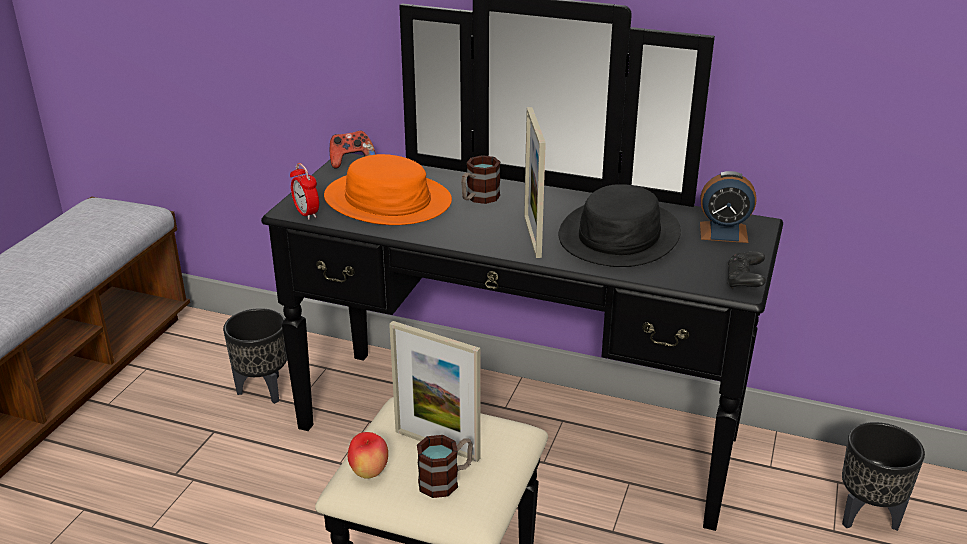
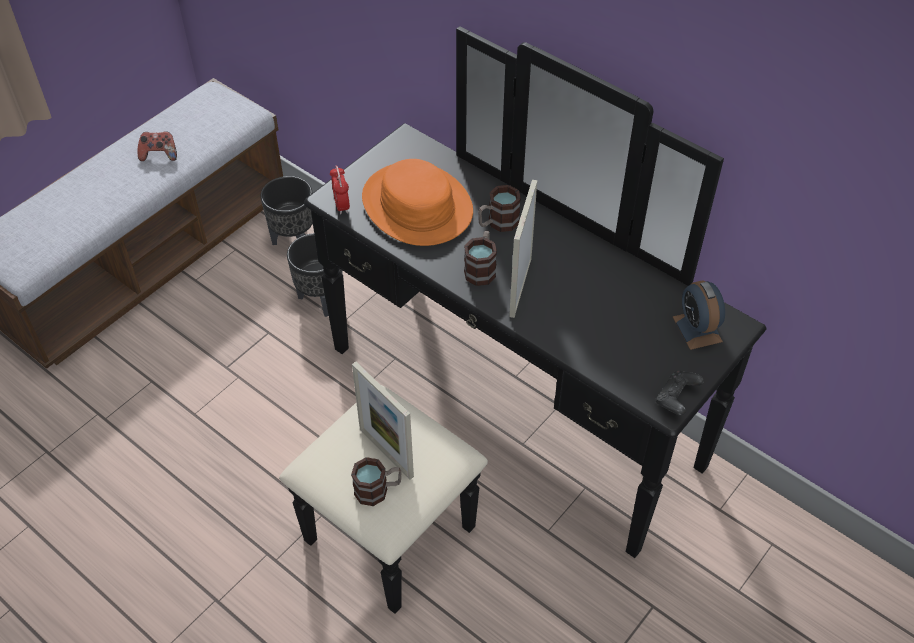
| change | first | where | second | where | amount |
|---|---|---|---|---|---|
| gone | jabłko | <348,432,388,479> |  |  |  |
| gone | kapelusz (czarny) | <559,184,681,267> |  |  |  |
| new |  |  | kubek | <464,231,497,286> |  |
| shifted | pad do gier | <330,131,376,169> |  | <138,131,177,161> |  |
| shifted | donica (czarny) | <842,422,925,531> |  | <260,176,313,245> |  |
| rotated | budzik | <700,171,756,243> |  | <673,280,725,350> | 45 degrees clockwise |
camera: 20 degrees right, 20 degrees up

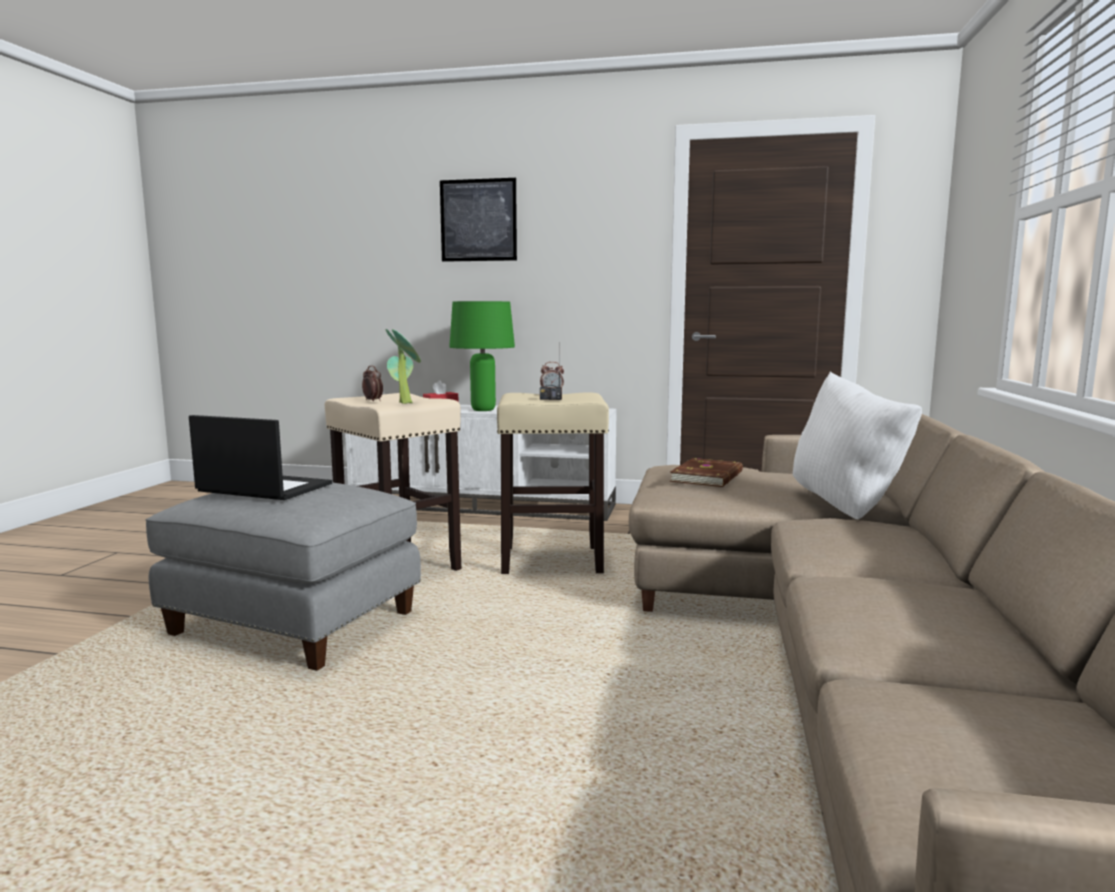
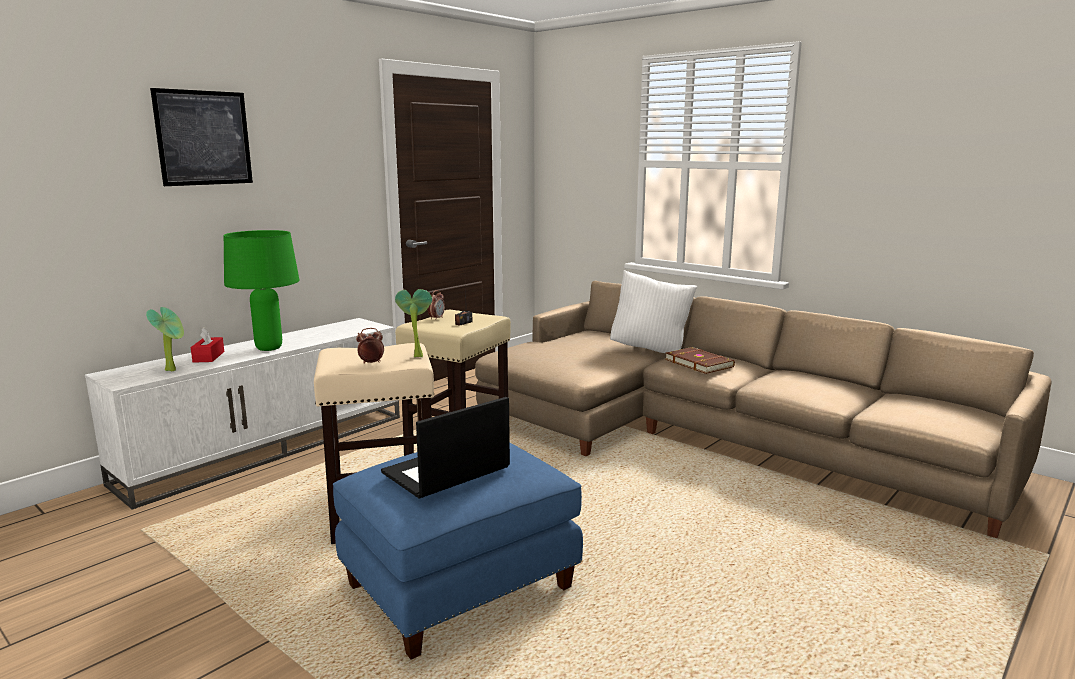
| change | first | where | second | where | amount |
|---|---|---|---|---|---|
| shifted | książka (brązowy) | <670,458,743,487> |  | <665,347,735,374> |  |
| repainted | pufa (szary) | <146,483,421,671> | pufa (niebieski) | <333,443,583,660> |  |
camera: 60 degrees left, 5 degrees up

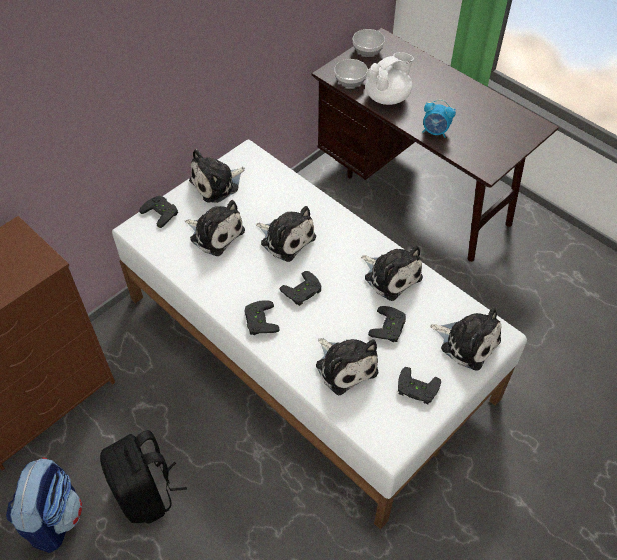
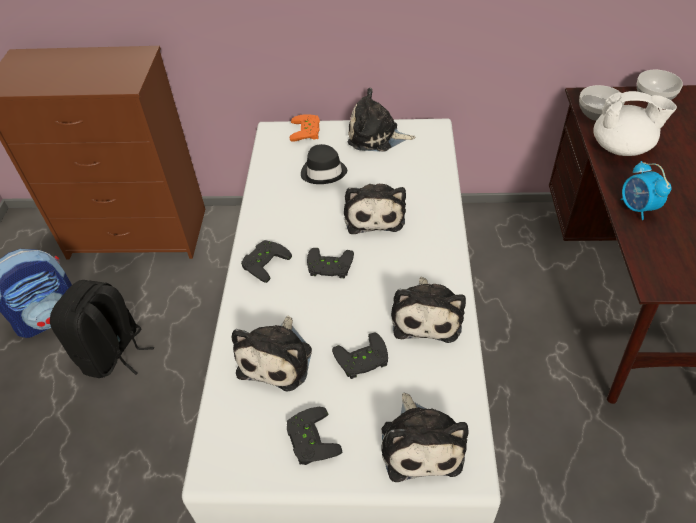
| change | first | where | second | where | amount |
|---|---|---|---|---|---|
| swapped | pluszak | <185,200,245,256> | kapelusz (czarny) | <301,144,347,184> |  |
| repainted | pad do gier (czarny) | <139,196,178,228> | pad do gier (pomarańczowy) | <290,114,320,142> |  |
camera: 50 degrees right, 5 degrees down

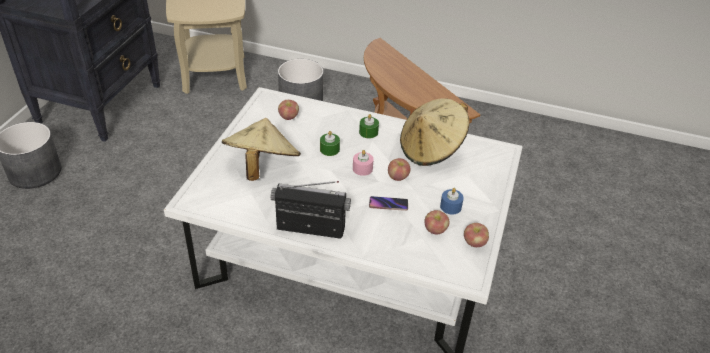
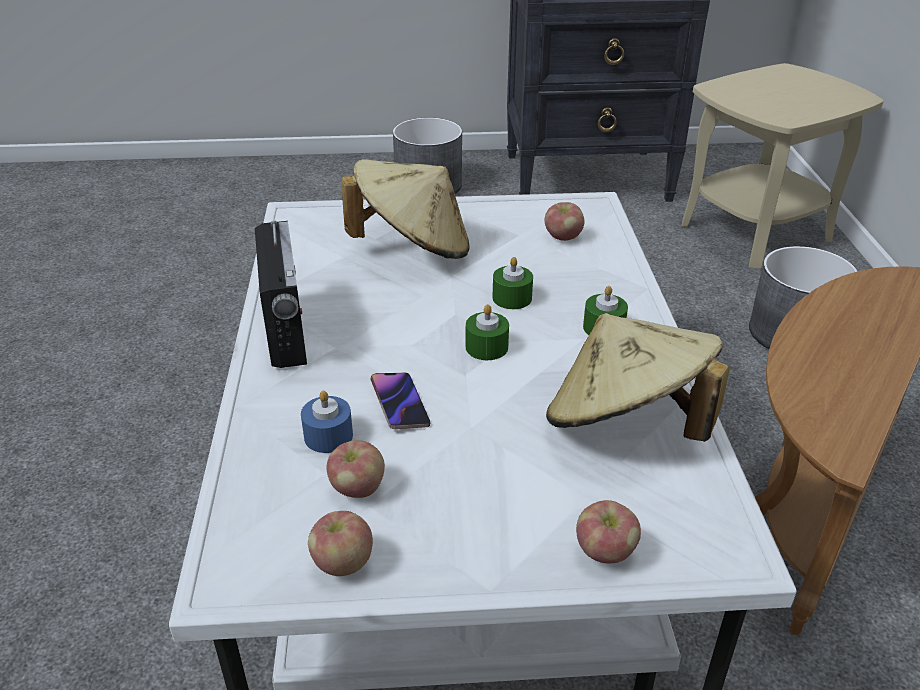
| change | first | where | second | where | amount |
|---|---|---|---|---|---|
| shifted | jabłko | <388,158,410,181> |  | <576,500,641,564> |  |
| shifted | świeca (niebieski) | <440,188,464,214> |  | <301,391,353,453> |  |
| repainted | świeca (różowy) | <353,150,374,176> | świeca (zielony) | <466,304,509,360> |  |
camera: 70 degrees right, 5 degrees down

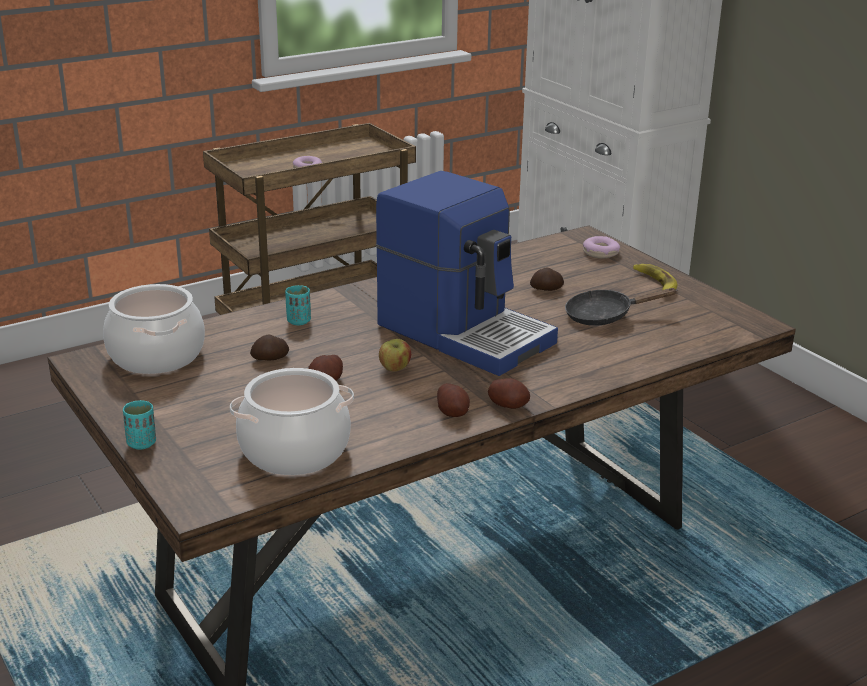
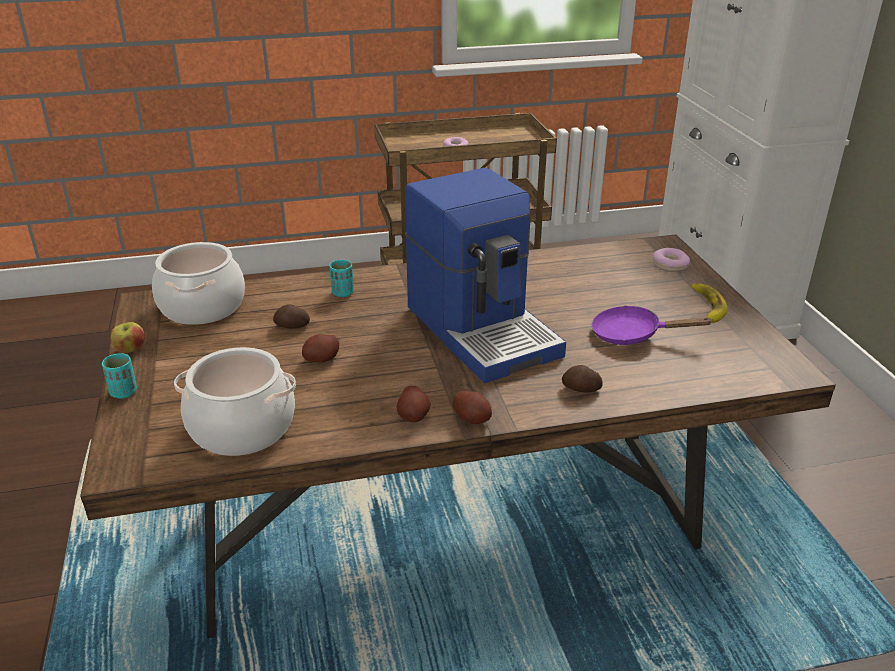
| change | first | where | second | where | amount |
|---|---|---|---|---|---|
| shifted | jabłko | <379,339,411,372> |  | <110,322,145,353> |  |
| shifted | ziemniak | <530,268,564,291> |  | <562,365,603,392> |  |
| repainted | patelnia (czarny) | <565,288,677,326> | patelnia (fioletowy) | <591,305,712,345> |  |
camera: 20 degrees right, 5 degrees up

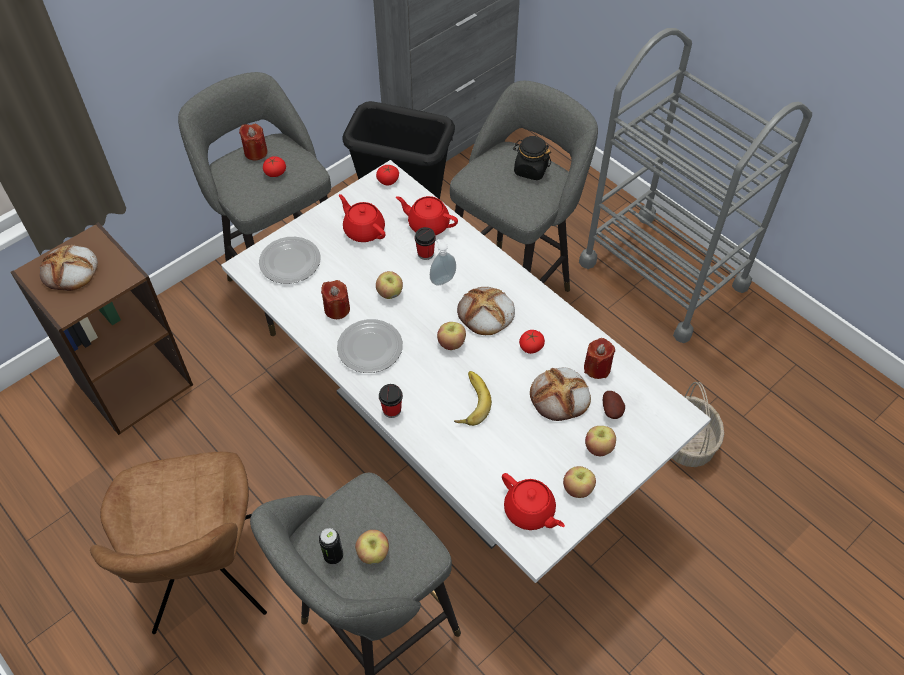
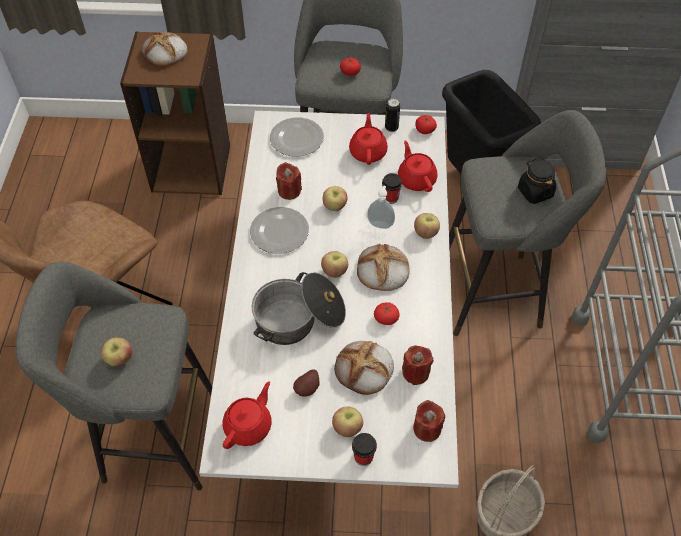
| change | first | where | second | where | amount |
|---|---|---|---|---|---|
| shifted | świeca (czerwony) | <239,124,268,160> |  | <413,400,445,442> |  |
| shifted | puszka | <319,528,343,564> |  | <385,99,400,132> |  |
| shifted | filiżanka | <379,384,403,418> |  | <352,433,377,466> |  |
| shifted | jabłko | <563,466,596,498> |  | <414,213,440,239> |  |
| shifted | ziemniak | <603,391,625,419> |  | <293,369,320,397> |  |
| swapped | banan | <454,371,492,426> | garnek | <252,272,346,345> |  |
| rotated | imbryk (czerwony) | <502,473,565,530> |  | <223,381,272,449> | 150 degrees counterclockwise |
camera: 45 degrees right, 0 degrees up

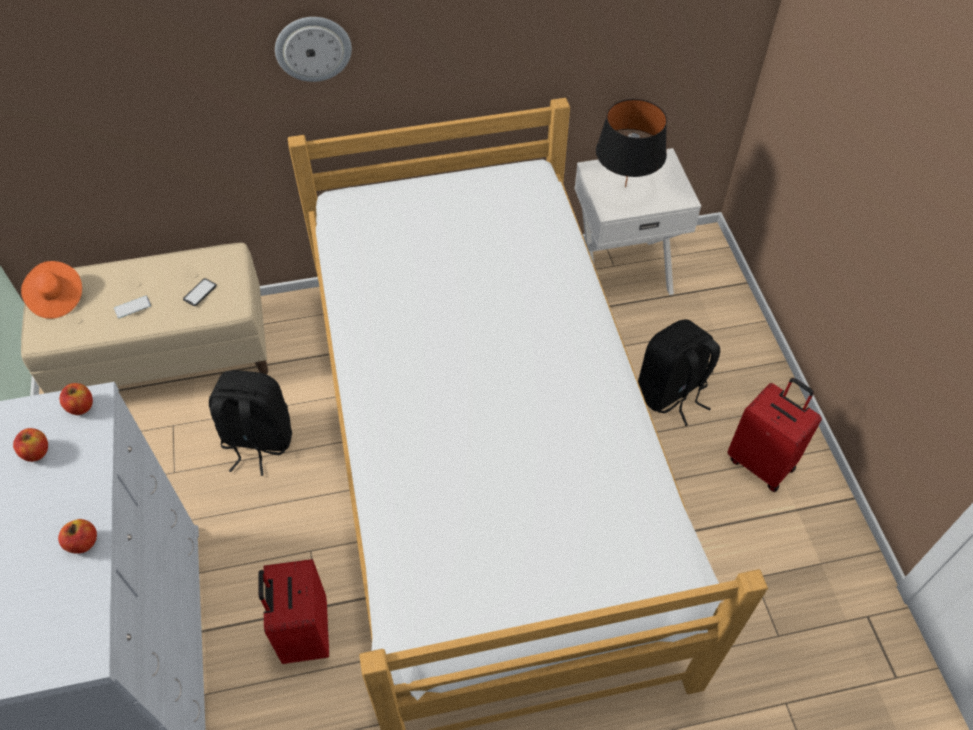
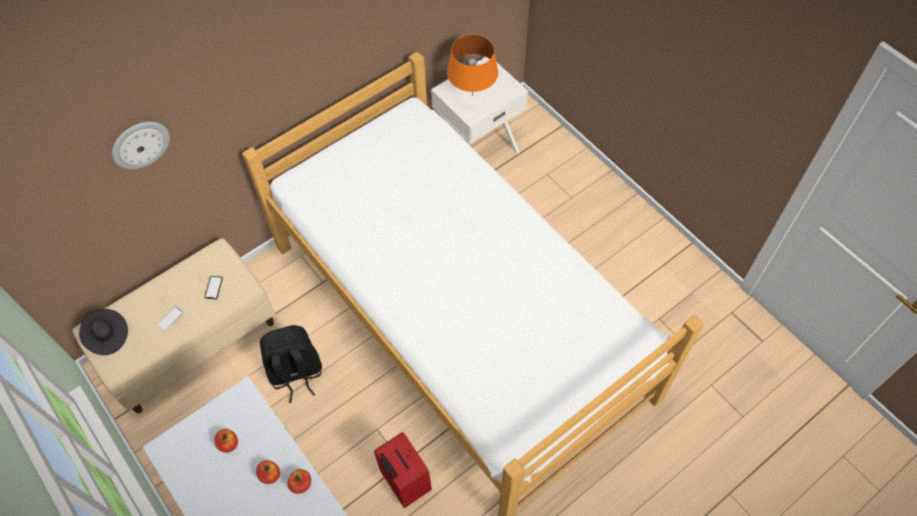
| change | first | where | second | where | amount |
|---|---|---|---|---|---|
| gone | plecak (czarny) | <638,319,720,426> |  |  |  |
| gone | walizka (czerwony) | <727,378,822,492> |  |  |  |
| shifted | jabłko | <60,383,93,415> |  | <256,460,280,484> |  |
| shifted | zegar ścienny | <275,17,352,82> |  | <112,122,170,169> |  |
| repainted | kapelusz (pomarańczowy) | <21,261,82,319> | kapelusz (czarny) | <79,309,128,355> |  |
| repainted | lampa stołowa (czarny) | <596,99,667,187> | lampa stołowa (pomarańczowy) | <447,34,498,96> |  |
camera: 25 degrees left, 5 degrees up

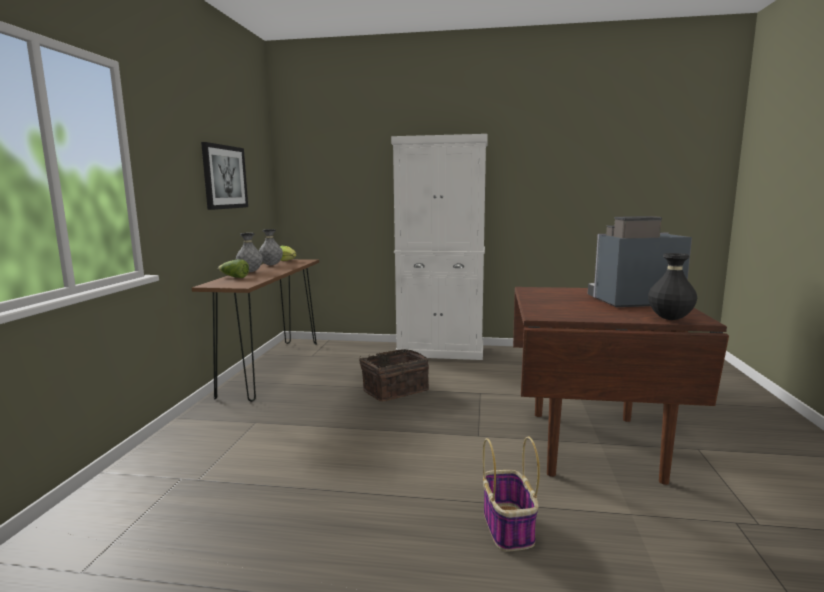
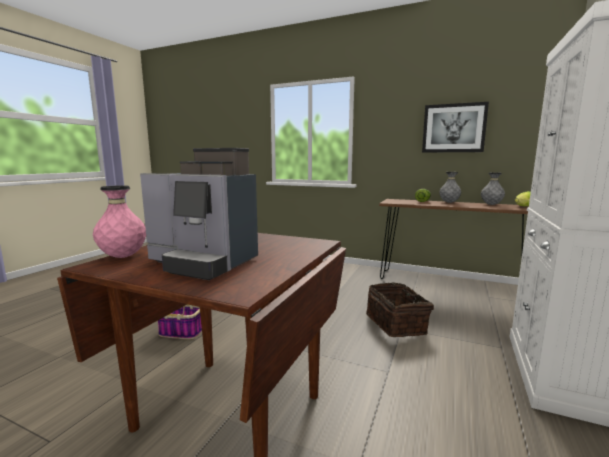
| change | first | where | second | where | amount |
|---|---|---|---|---|---|
| repainted | wazon (czarny) | <648,253,697,320> | wazon (różowy) | <93,185,146,258> |  |
| rotated | ekspres do kawy | <588,216,692,307> |  | <140,148,258,280> | 105 degrees clockwise |
camera: 105 degrees right, 0 degrees up

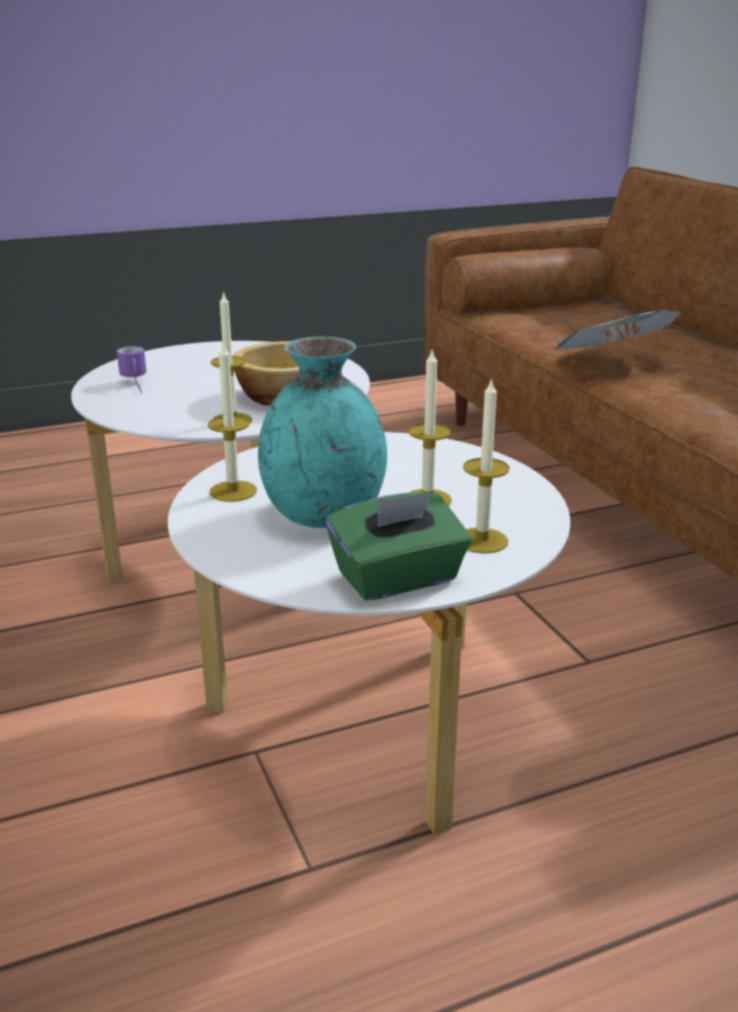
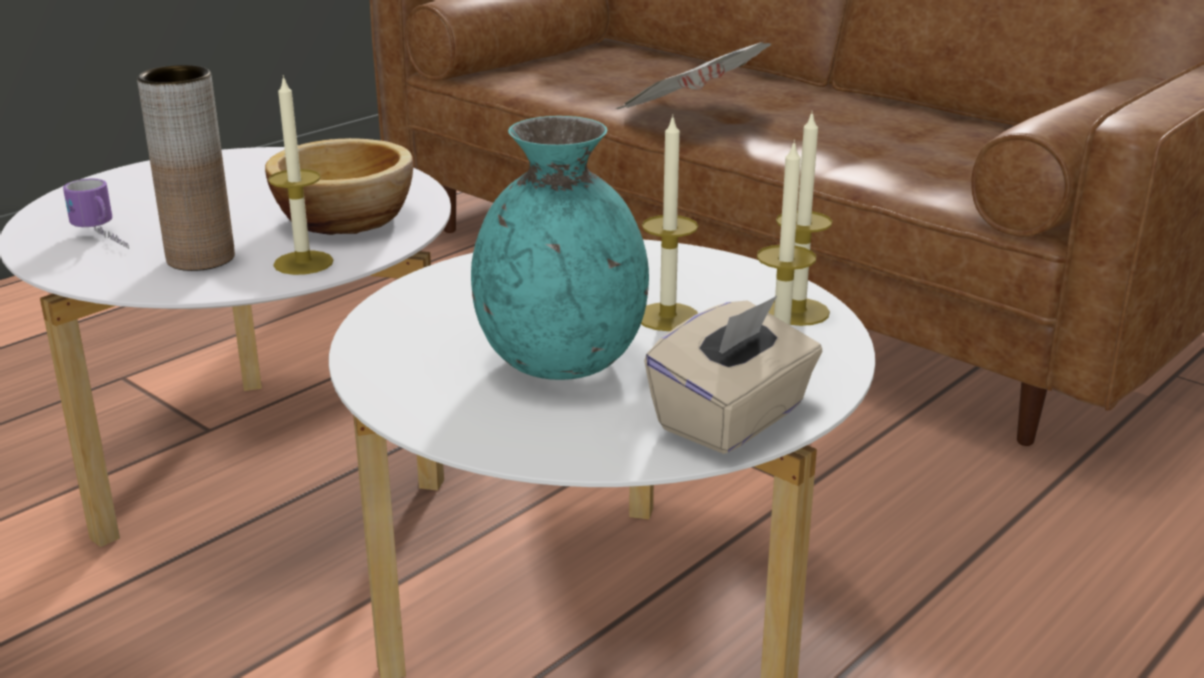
| change | first | where | second | where | amount |
|---|---|---|---|---|---|
| new |  |  | wazon (brązowy) | <137,65,235,271> |  |
| shifted | świeca | <208,342,257,502> |  | <768,110,832,326> |  |
| repainted | pudełko chusteczek (zielony) | <326,492,471,601> | pudełko chusteczek (beżowy) | <644,296,822,454> |  |
camera: 25 degrees left, 0 degrees up

